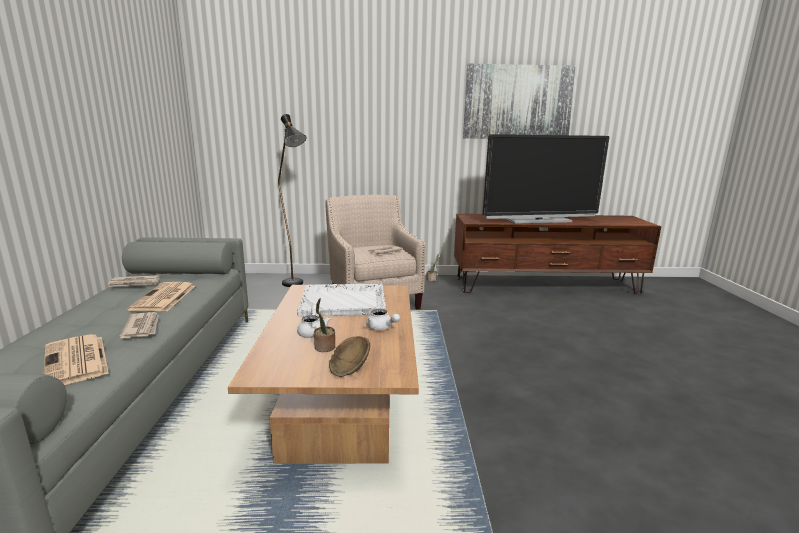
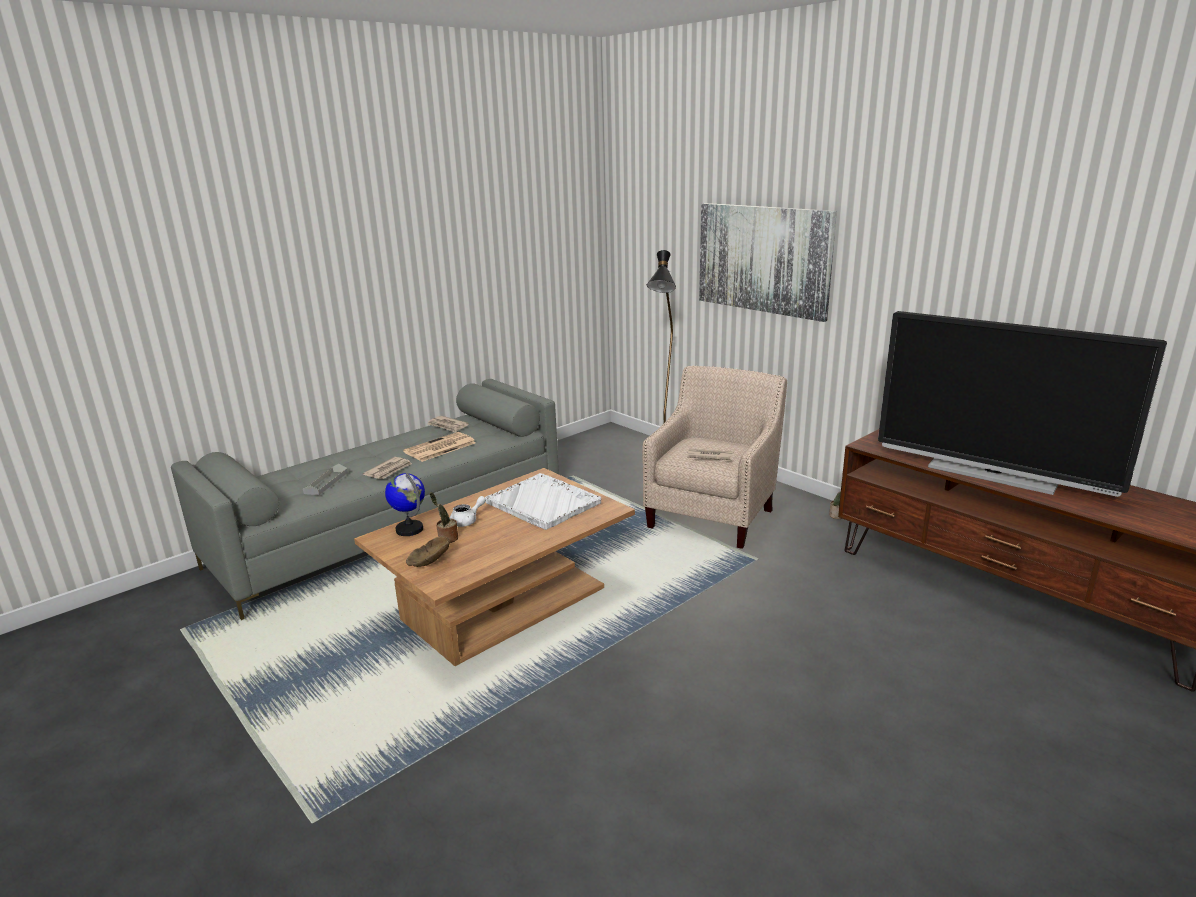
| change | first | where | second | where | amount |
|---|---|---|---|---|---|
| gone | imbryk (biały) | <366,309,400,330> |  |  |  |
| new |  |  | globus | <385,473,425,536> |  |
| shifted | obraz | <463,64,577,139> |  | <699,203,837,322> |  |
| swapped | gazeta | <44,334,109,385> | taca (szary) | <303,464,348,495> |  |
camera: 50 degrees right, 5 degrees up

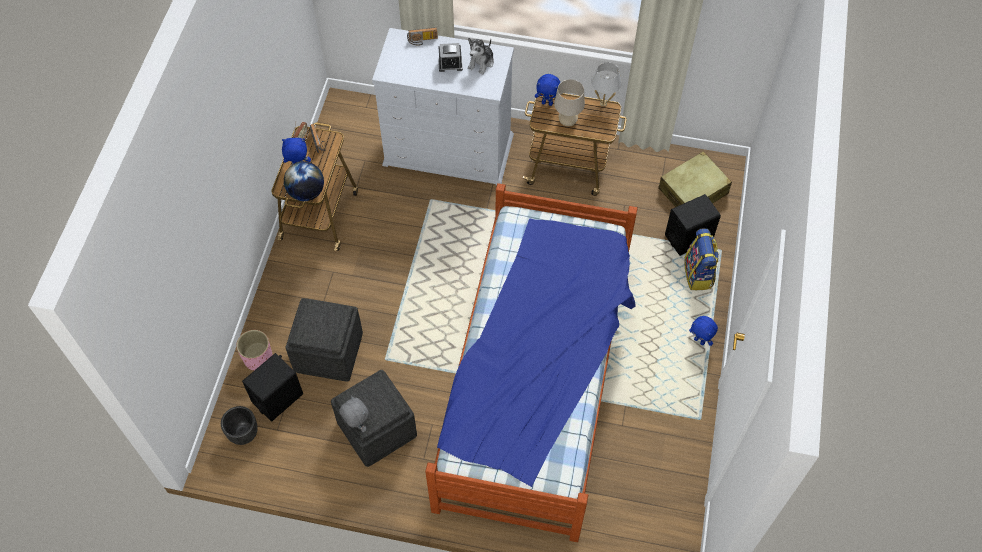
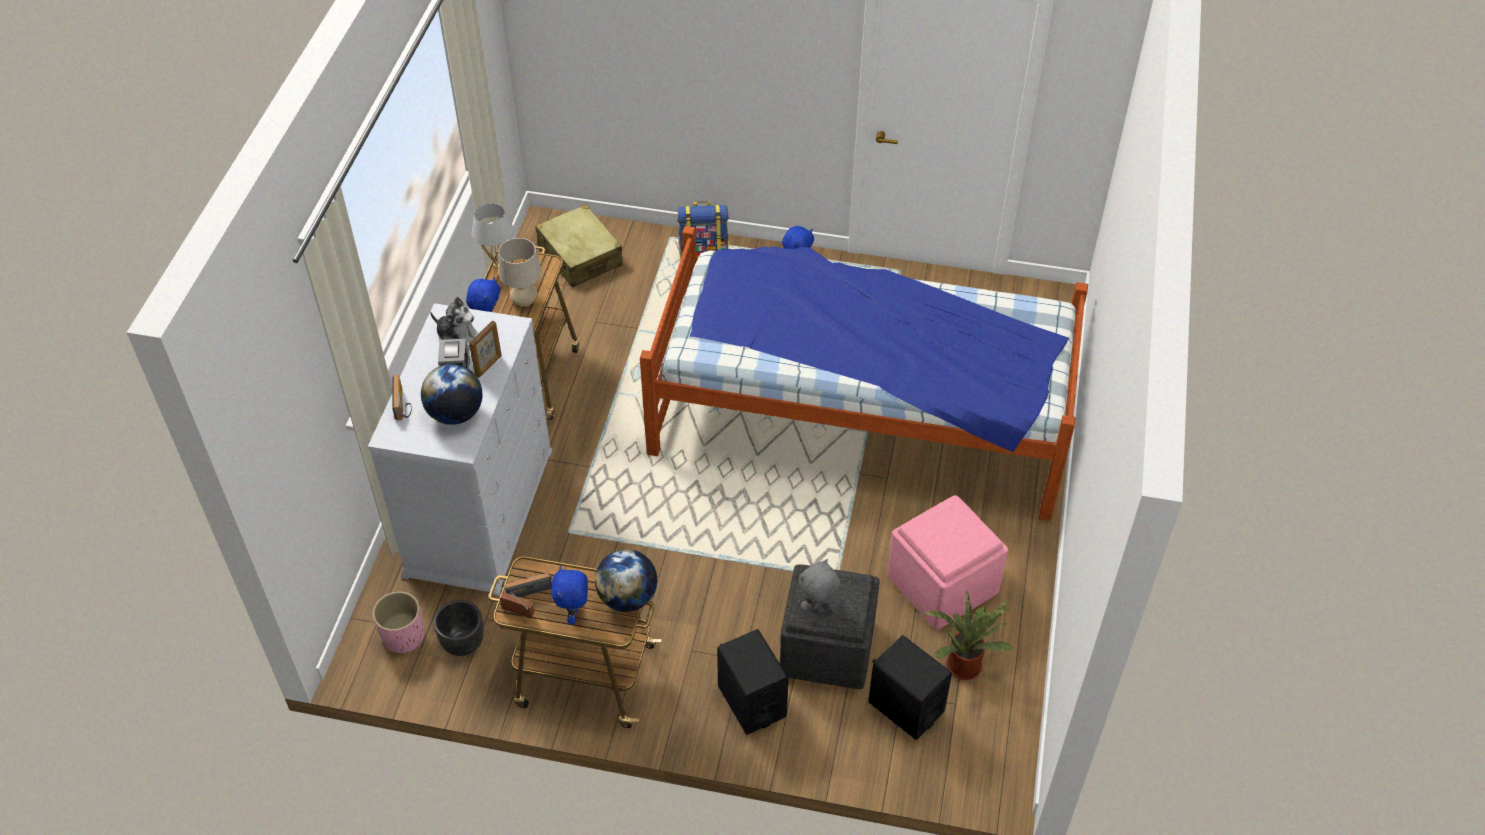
| change | first | where | second | where | amount |
|---|---|---|---|---|---|
| new |  |  | globus | <421,364,483,425> |  |
| new |  |  | ramka na zdjęcie | <469,320,502,378> |  |
| new |  |  | roślina doniczkowa | <922,590,1014,680> |  |
| shifted | donica (czarny) | <221,406,258,445> |  | <433,600,484,656> |  |
| shifted | donica (różowy) | <236,330,273,371> |  | <372,591,425,654> |  |
| shifted | pluszak (szary) | <339,396,369,432> |  | <799,559,840,610> |  |
| shifted | głośnik (czarny) | <665,194,721,256> |  | <717,629,789,735> |  |
| repainted | pufa (szary) | <331,370,417,467> | pufa (różowy) | <887,495,1008,630> |  |
camera: 90 degrees left, 10 degrees down

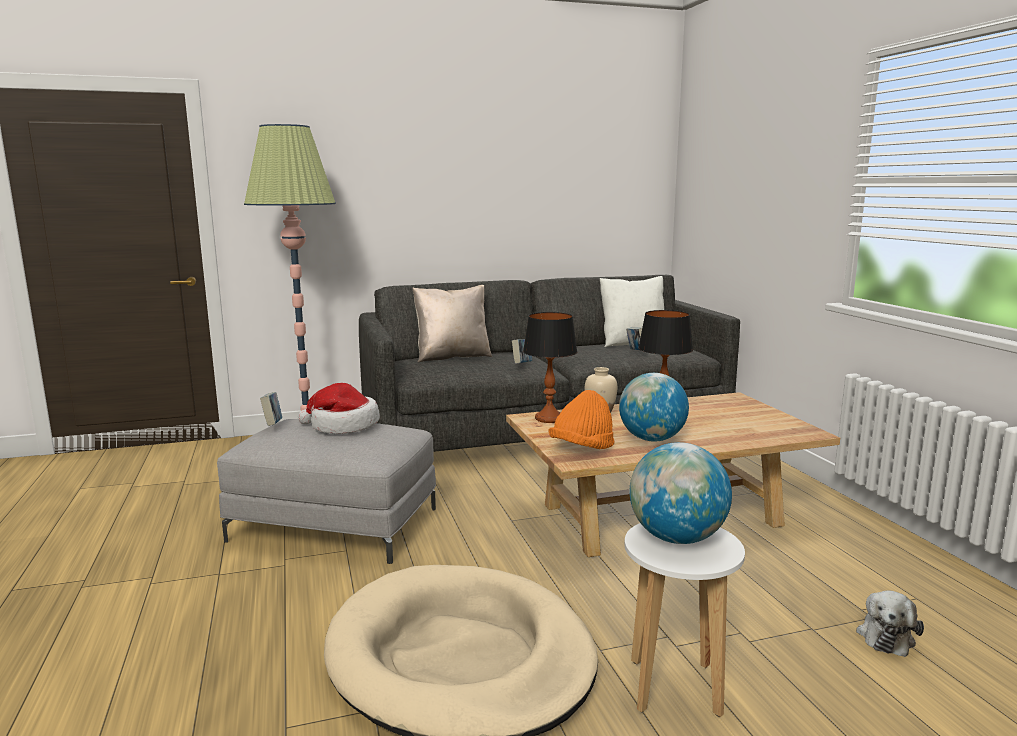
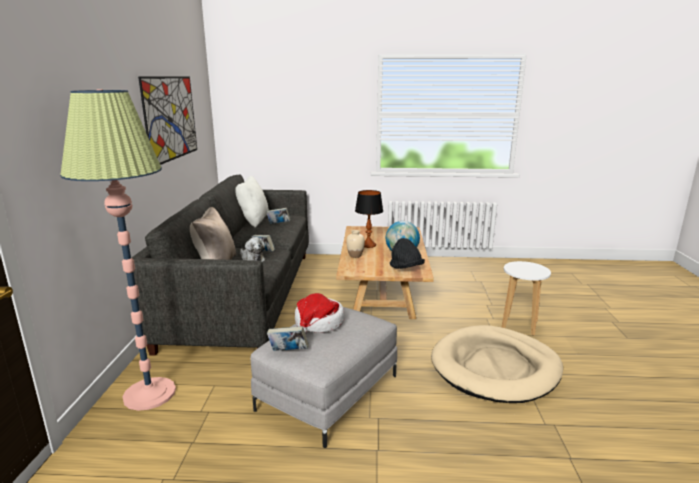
| change | first | where | second | where | amount |
|---|---|---|---|---|---|
| gone | lampa stołowa | <523,312,577,423> |  |  |  |
| gone | globus | <630,442,732,544> |  |  |  |
| new |  |  | obraz | <138,76,197,165> |  |
| shifted | pluszak | <856,591,924,657> |  | <240,237,265,262> |  |
| repainted | kapelusz (pomarańczowy) | <548,390,615,449> | kapelusz (czarny) | <390,238,425,269> |  |
camera: 70 degrees left, 5 degrees up

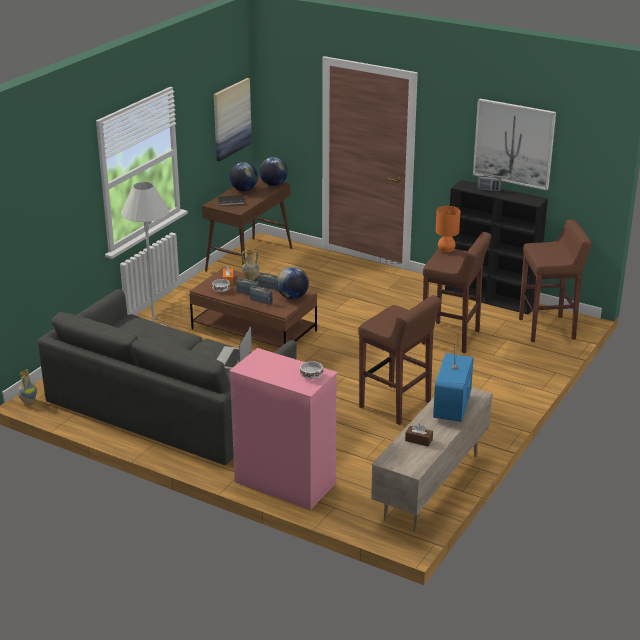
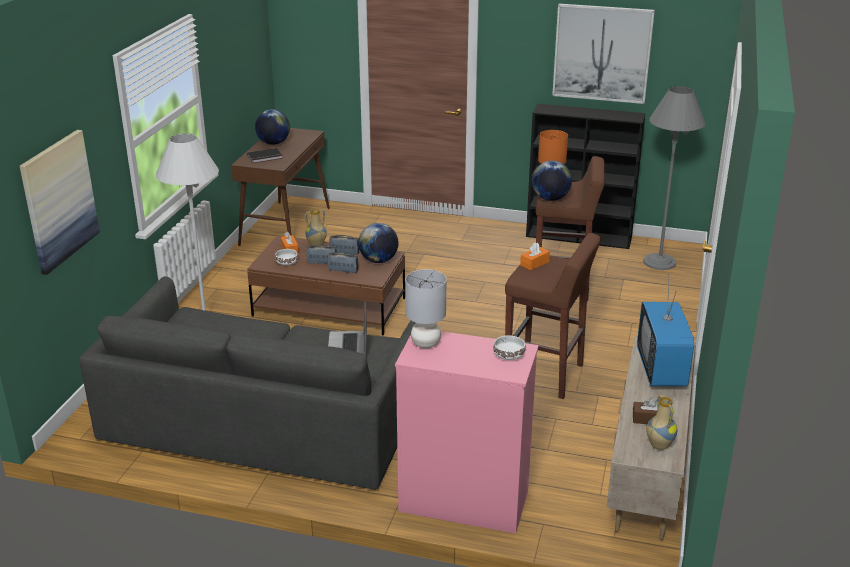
| change | first | where | second | where | amount |
|---|---|---|---|---|---|
| gone | radio | <478,175,502,192> |  |  |  |
| new |  |  | lampa stołowa (szary) | <406,269,446,348> |  |
| new |  |  | pudełko chusteczek (pomarańczowy) | <520,242,550,270> |  |
| shifted | wazon | <17,369,37,404> |  | <646,395,677,450> |  |
| shifted | obraz | <214,78,252,161> |  | <20,130,100,275> |  |
| shifted | globus | <259,157,288,186> |  | <532,161,572,201> |  |
| swapped | stołek (brązowy) | <519,219,592,342> | lampa stojąca (szary) | <643,86,706,270> |  |
camera: 15 degrees left, 0 degrees up

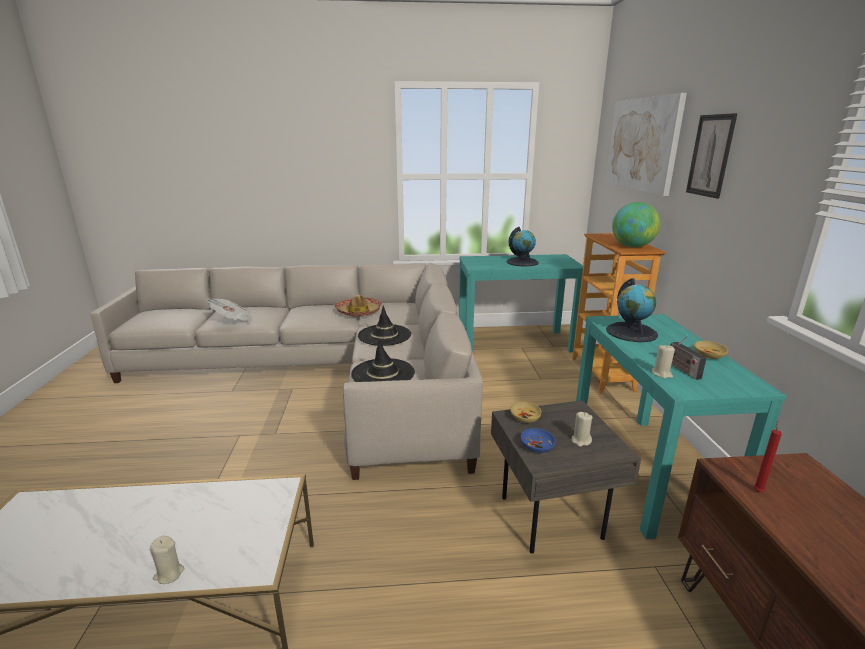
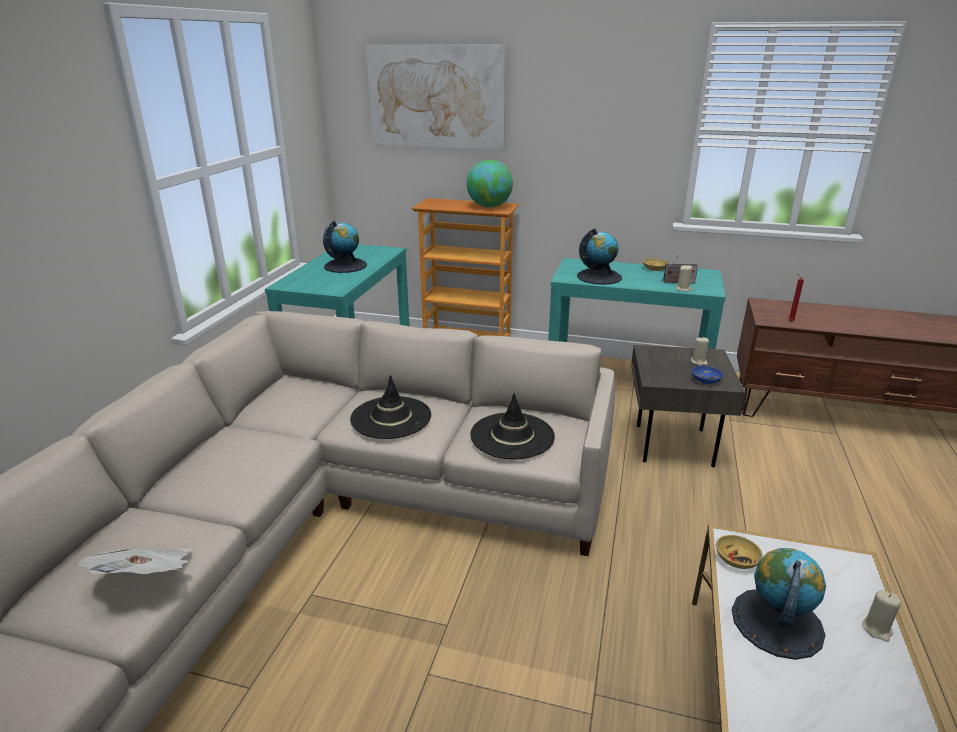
| change | first | where | second | where | amount |
|---|---|---|---|---|---|
| gone | kapelusz | <335,295,382,317> |  |  |  |
| gone | obraz | <686,113,737,199> |  |  |  |
| new |  |  | globus | <732,548,826,660> |  |
| shifted | miska (beżowy) | <510,402,542,423> |  | <716,535,763,569> |  |
camera: 70 degrees left, 5 degrees up

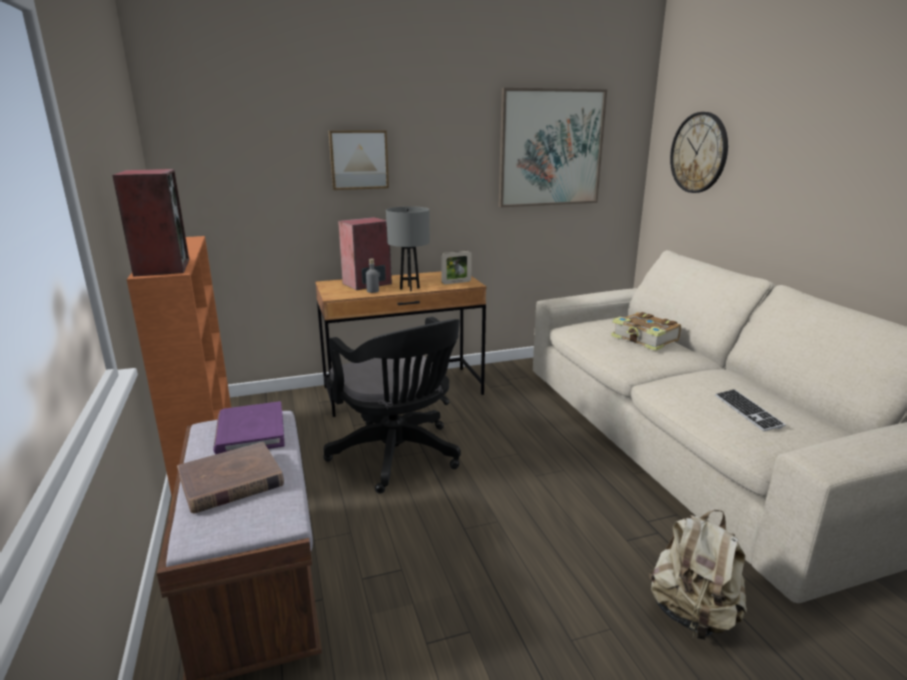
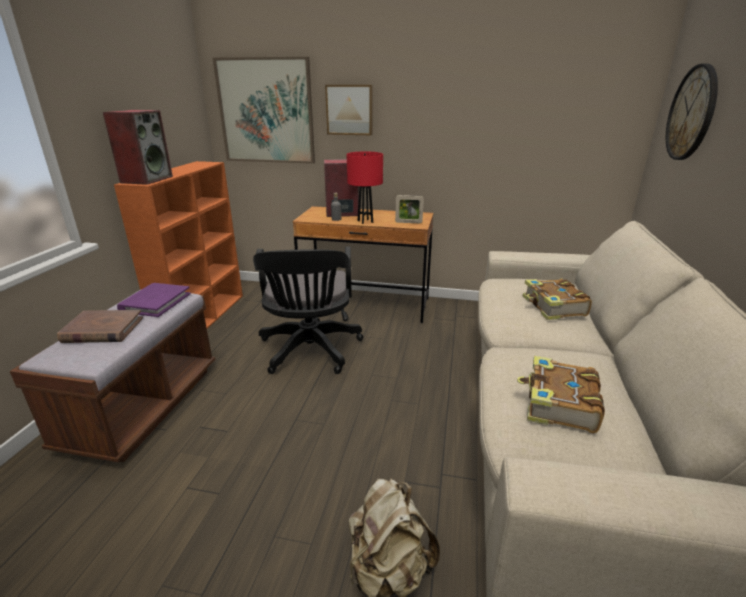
| change | first | where | second | where | amount |
|---|---|---|---|---|---|
| shifted | obraz | <499,88,607,207> |  | <213,57,315,164> |  |
| swapped | klawiatura | <715,389,786,431> | książka | <517,356,605,433> |  |
| repainted | lampa stołowa (szary) | <386,206,430,292> | lampa stołowa (czerwony) | <346,151,383,224> |  |
camera: 30 degrees right, 5 degrees up

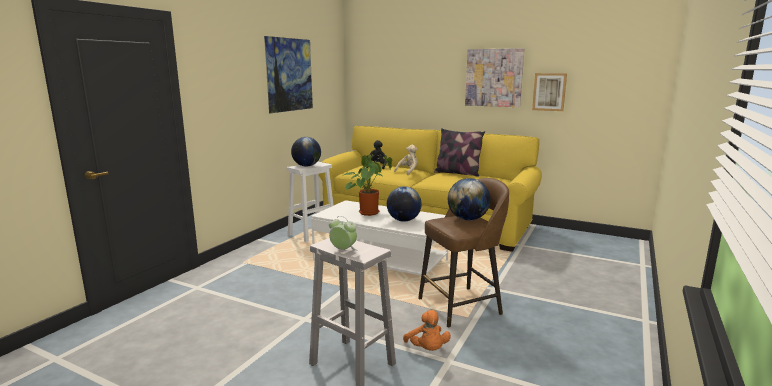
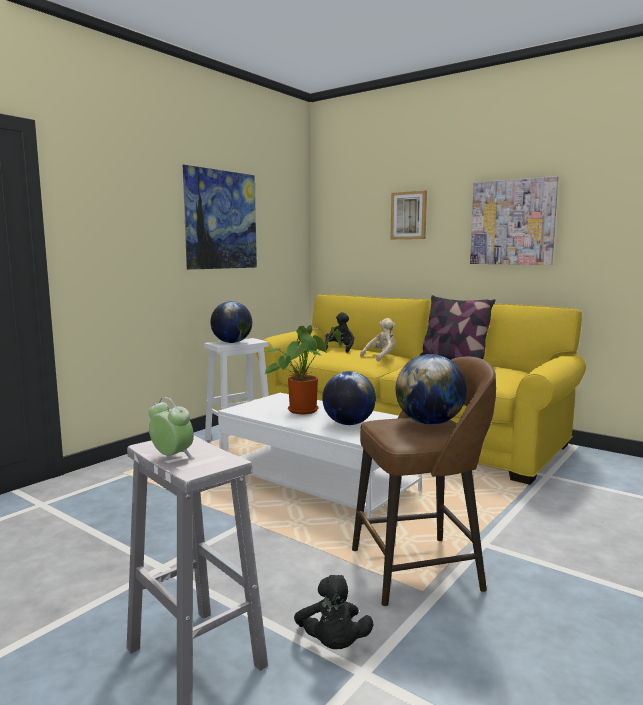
| change | first | where | second | where | amount |
|---|---|---|---|---|---|
| shifted | obraz | <532,73,567,111> |  | <390,191,427,239> |  |
| repainted | pluszak (pomarańczowy) | <403,310,451,351> | pluszak (czarny) | <294,575,373,649> |  |
camera: 10 degrees right, 5 degrees down

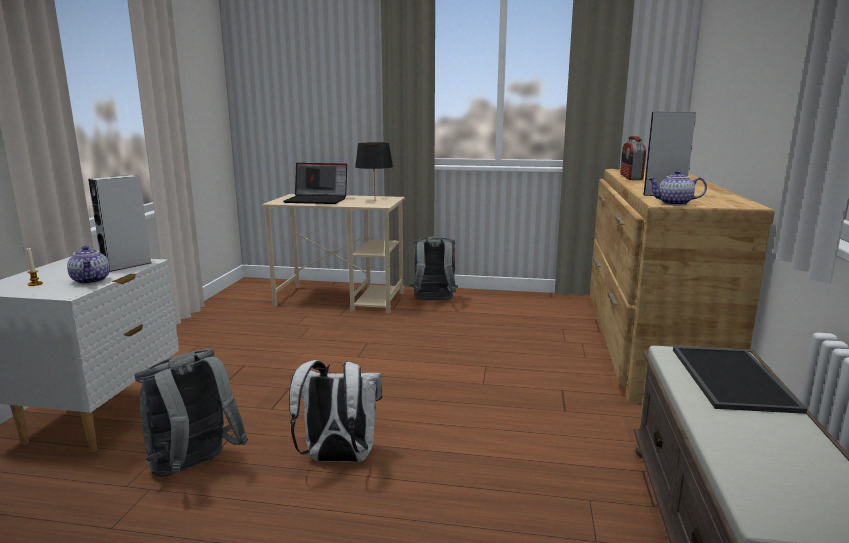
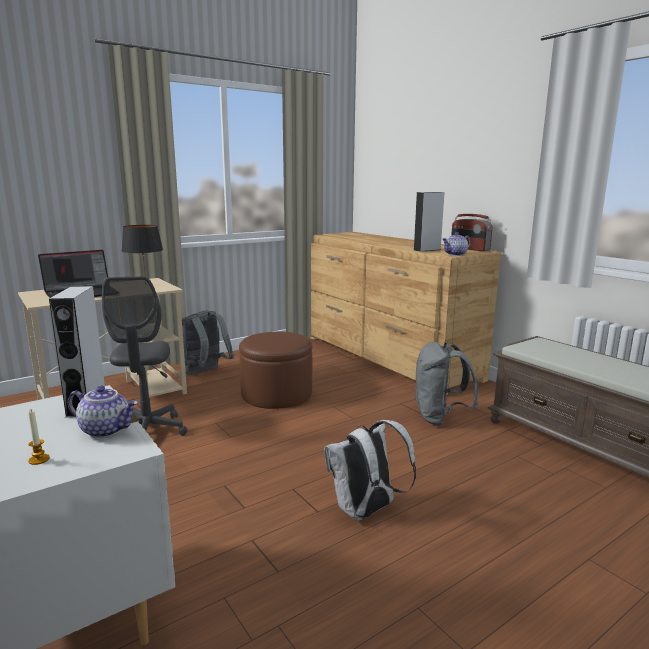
| change | first | where | second | where | amount |
|---|---|---|---|---|---|
| gone | taca | <673,347,807,414> |  |  |  |
| new |  |  | krzesło biurowe (szary) | <102,276,187,436> |  |
| new |  |  | pufa (brązowy) | <239,332,312,409> |  |
| shifted | plecak (szary) | <135,348,248,477> |  | <414,342,478,426> |  |
| shifted | radio | <620,136,646,180> |  | <451,214,493,251> |  |
camera: 45 degrees left, 0 degrees up

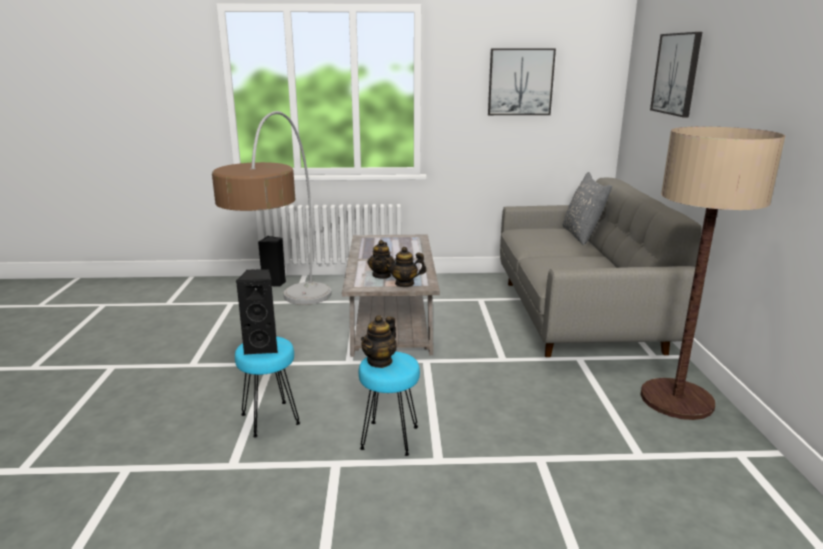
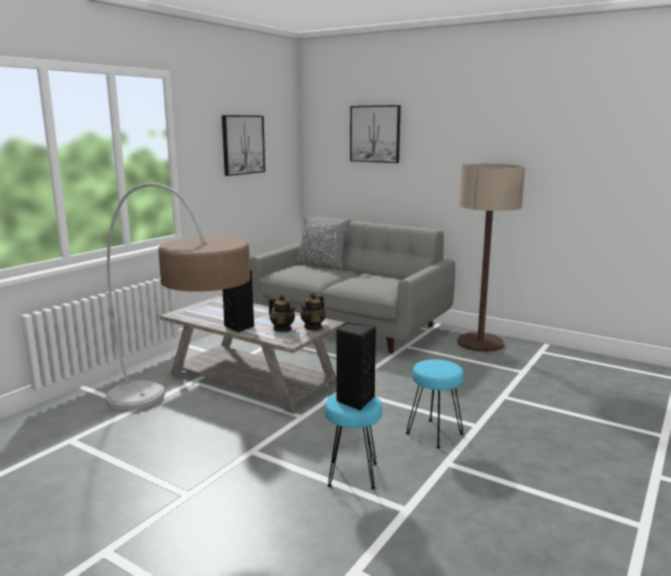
| change | first | where | second | where | amount |
|---|---|---|---|---|---|
| gone | imbryk | <361,315,397,368> |  |  |  |
| shifted | głośnik (czarny) | <258,236,286,287> |  | <223,270,254,333> |  |
camera: 55 degrees left, 5 degrees down

